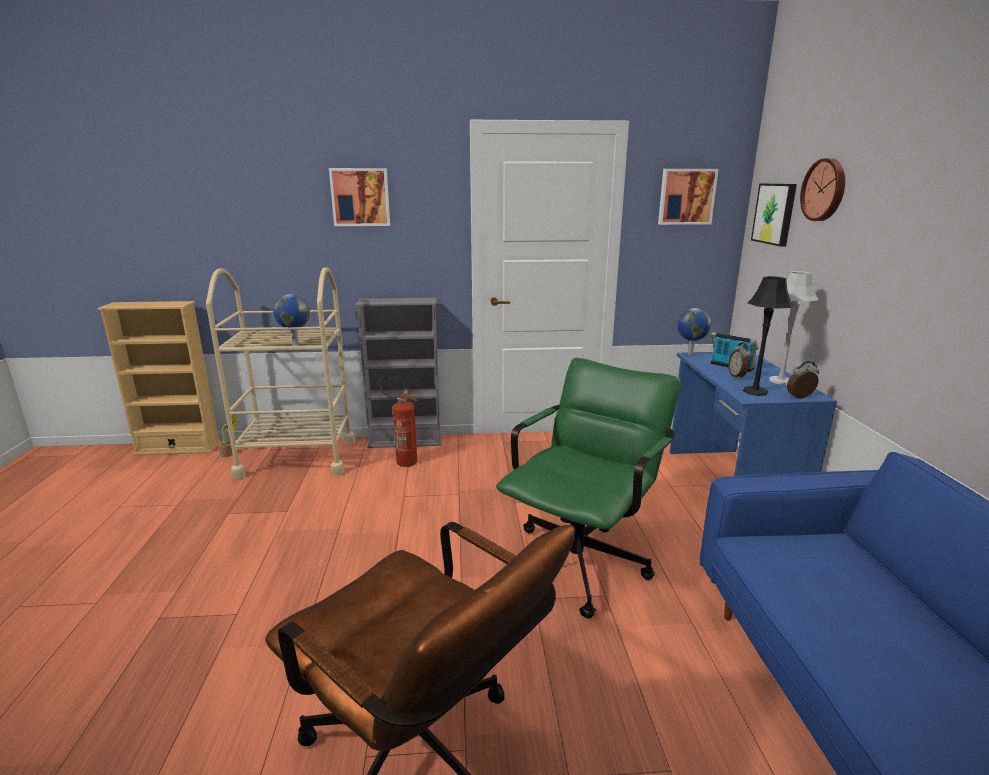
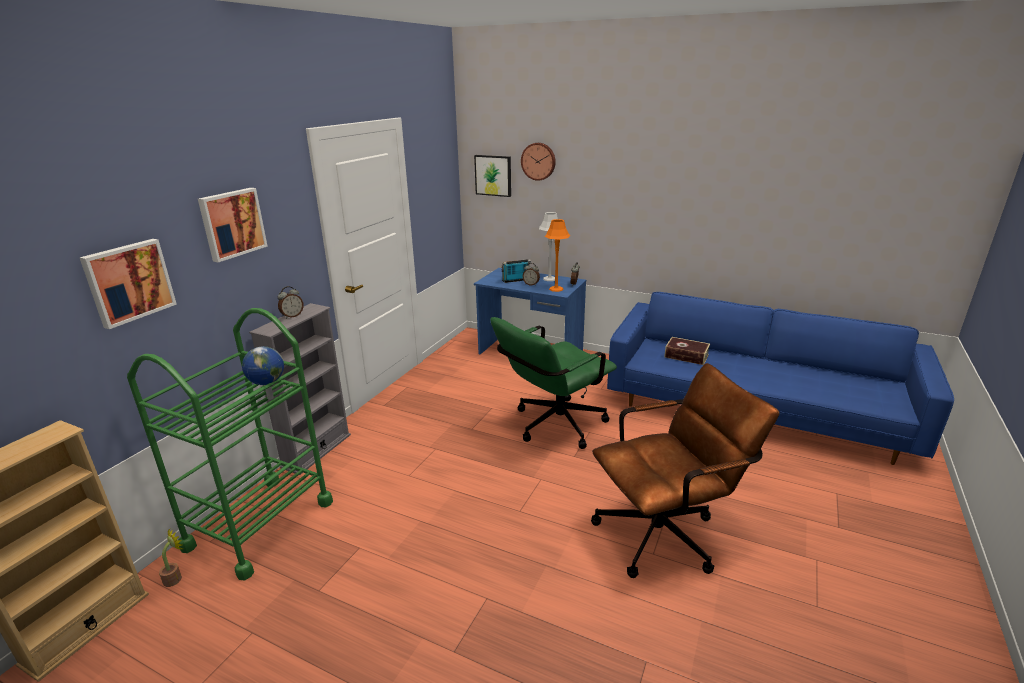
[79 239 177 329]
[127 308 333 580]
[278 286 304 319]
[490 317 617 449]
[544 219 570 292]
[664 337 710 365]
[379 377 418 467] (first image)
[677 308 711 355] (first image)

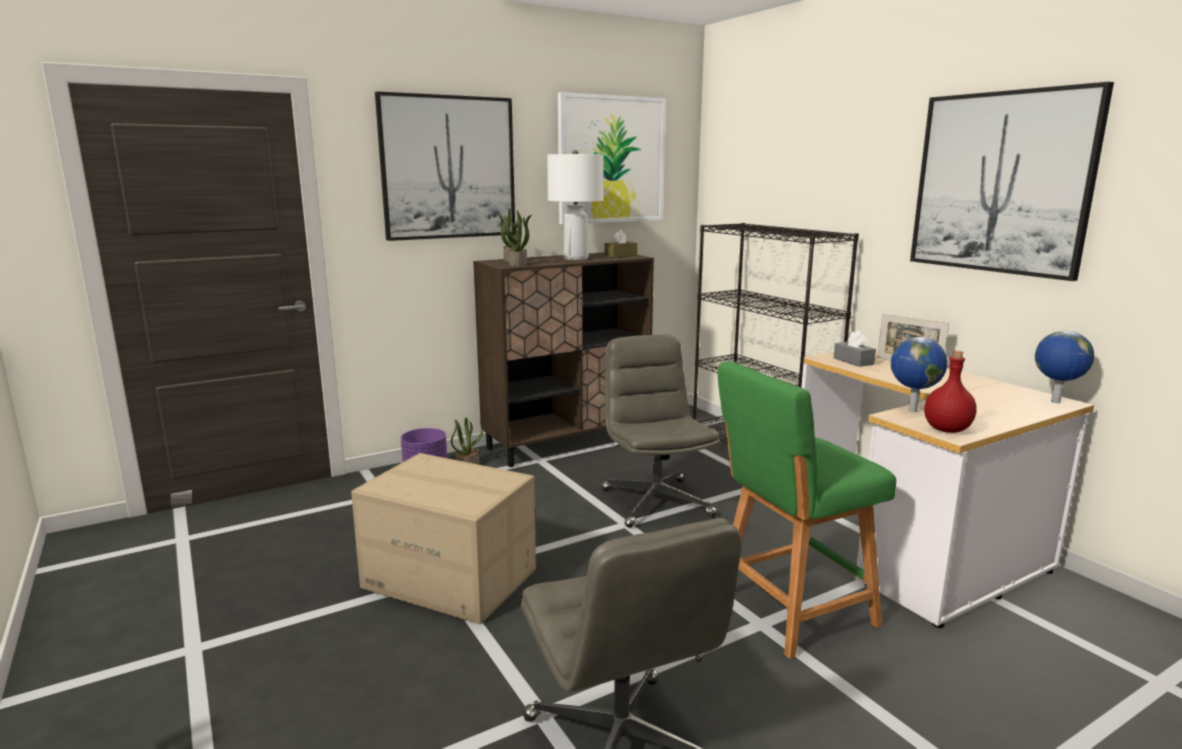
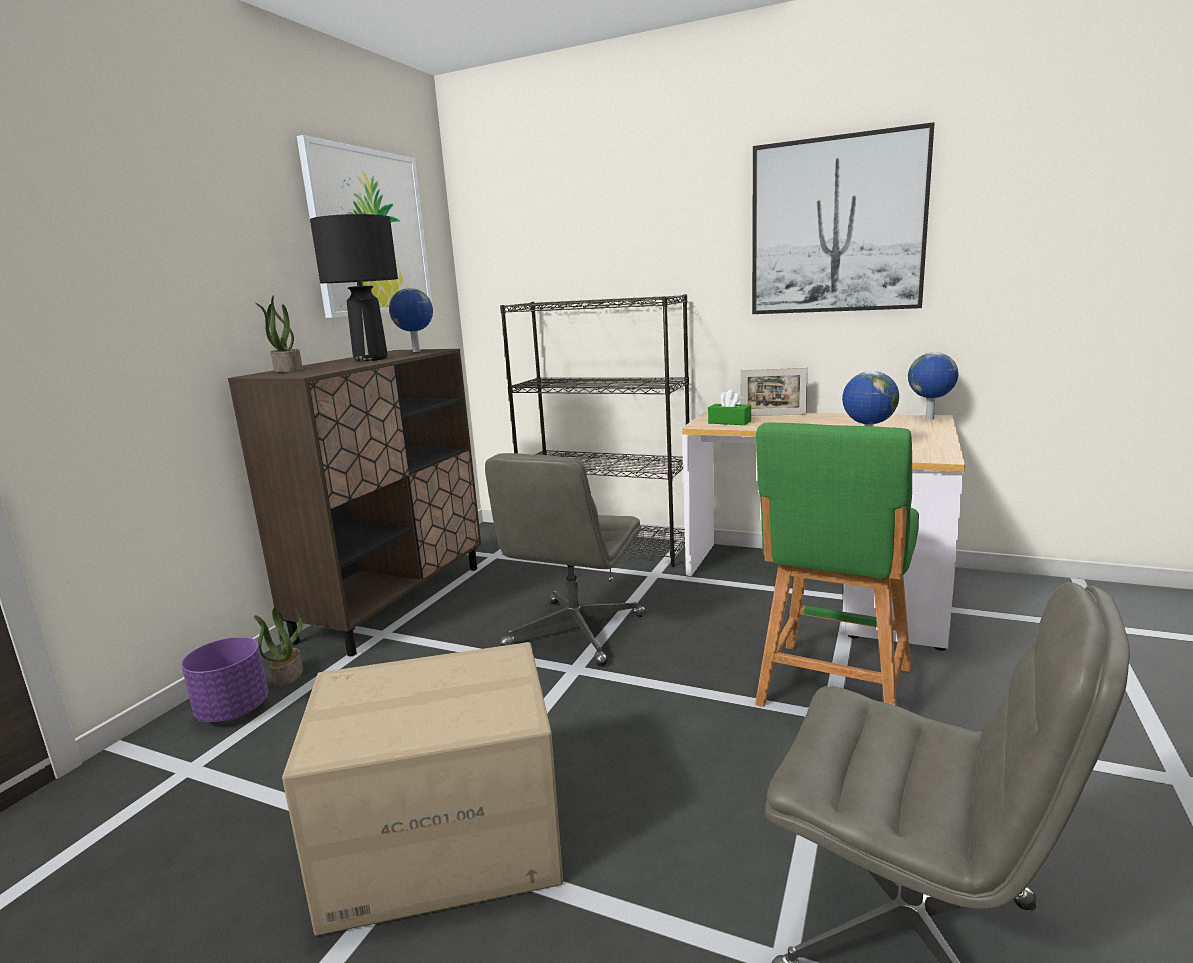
[310 212 398 361]
[389 288 433 352]
[485 453 646 666]
[708 390 751 425]
[375 91 515 241] (first image)
[504 210 532 267] (first image)
[924 350 977 433] (first image)

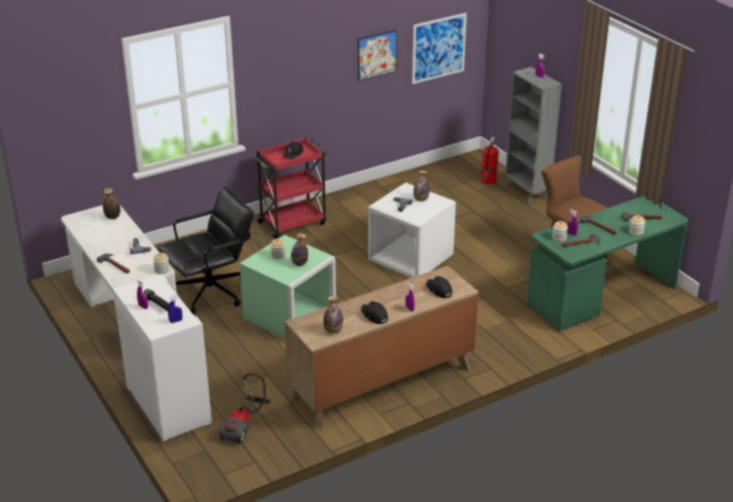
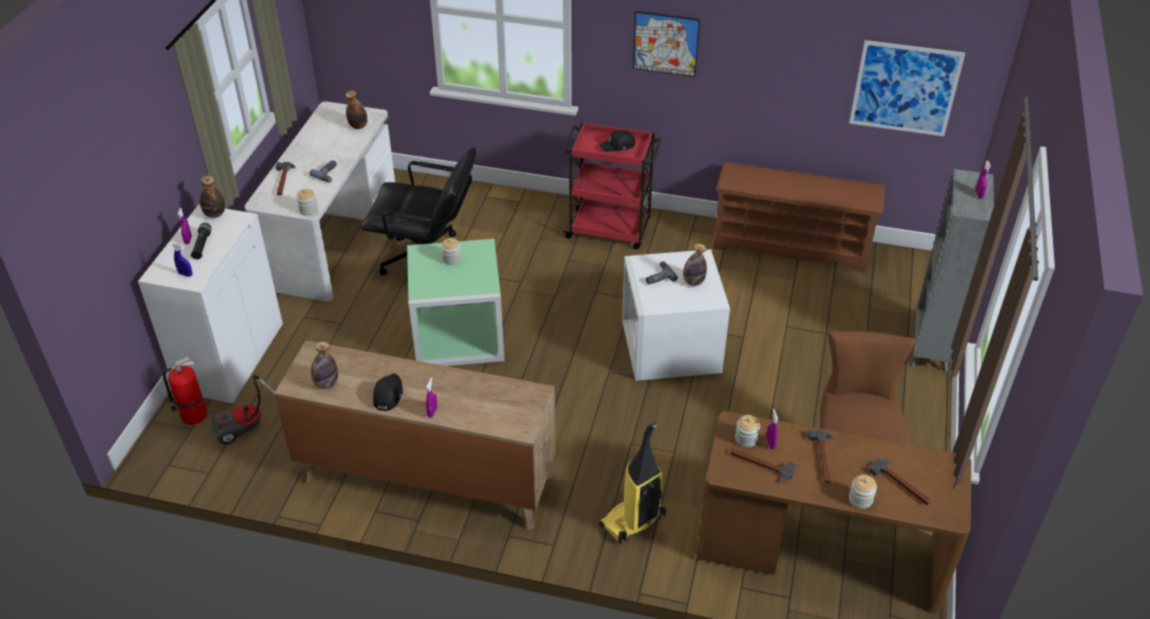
[163 357 207 425]
[200 176 225 218]
[599 421 666 545]
[633 11 700 77]
[696 411 971 613]
[713 162 885 273]
[426 276 452 298] (first image)

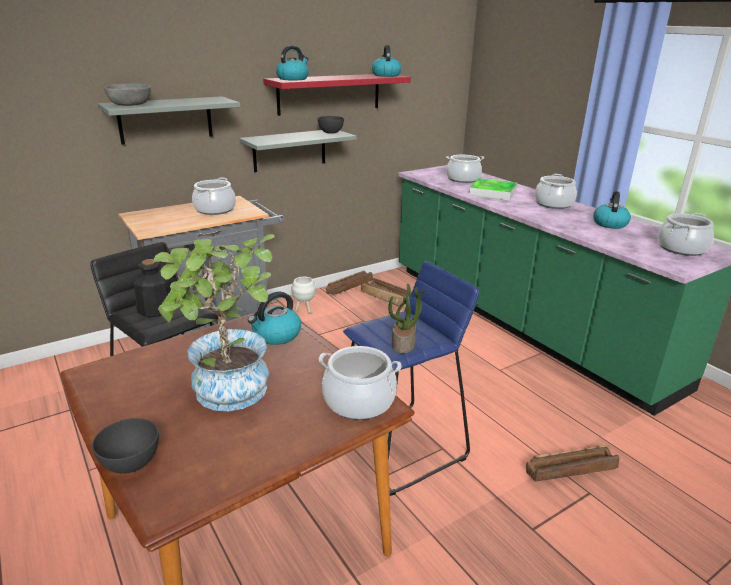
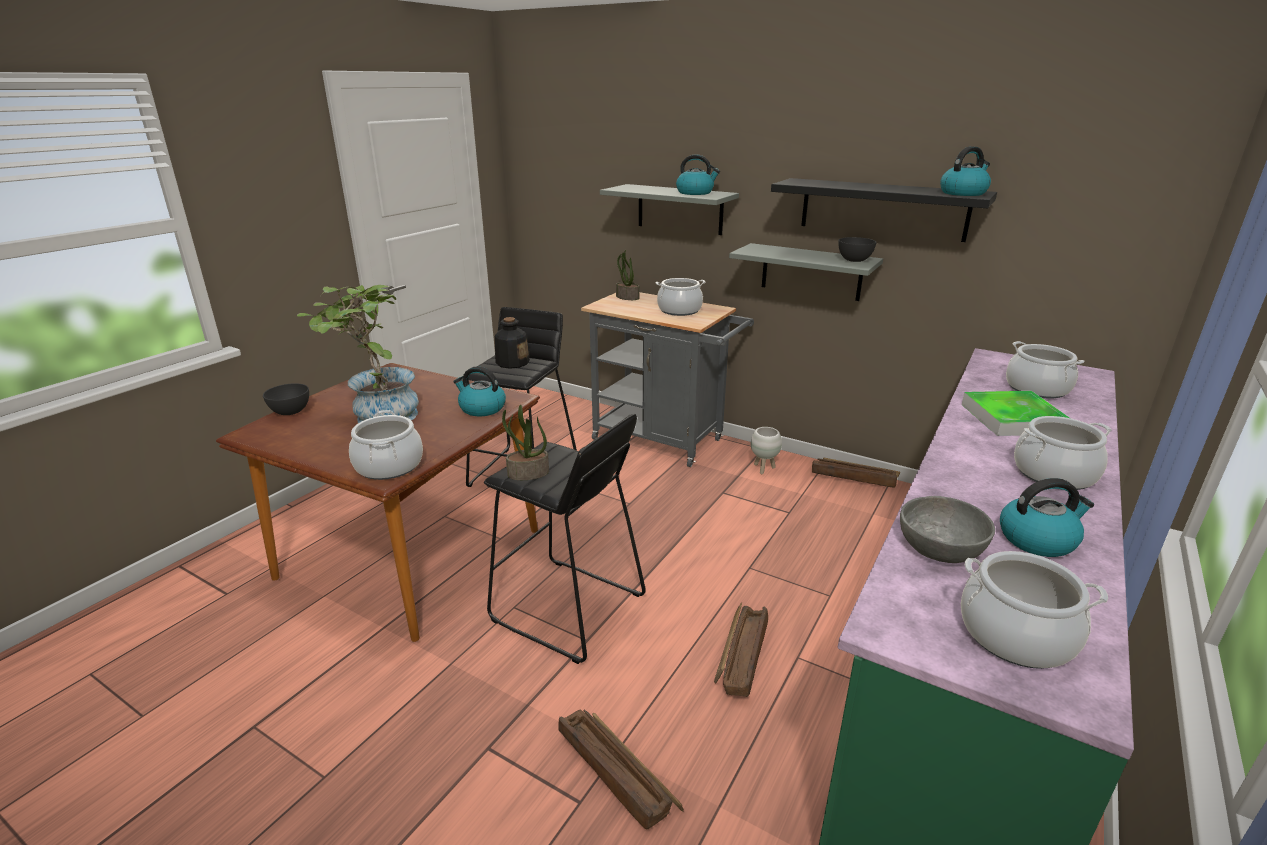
[484 414 646 664]
[616 249 639 300]
[676 154 720 195]
[714 602 768 697]
[771 178 997 242]
[900 496 995 563]

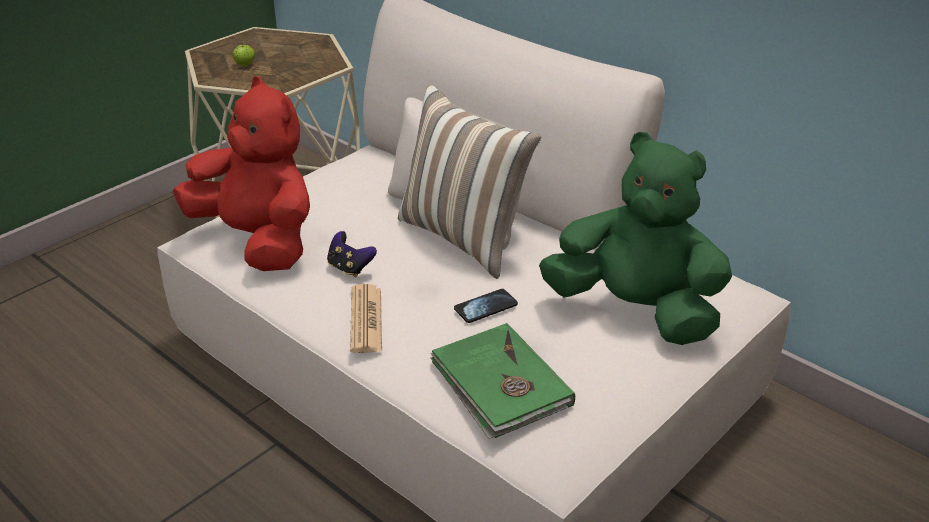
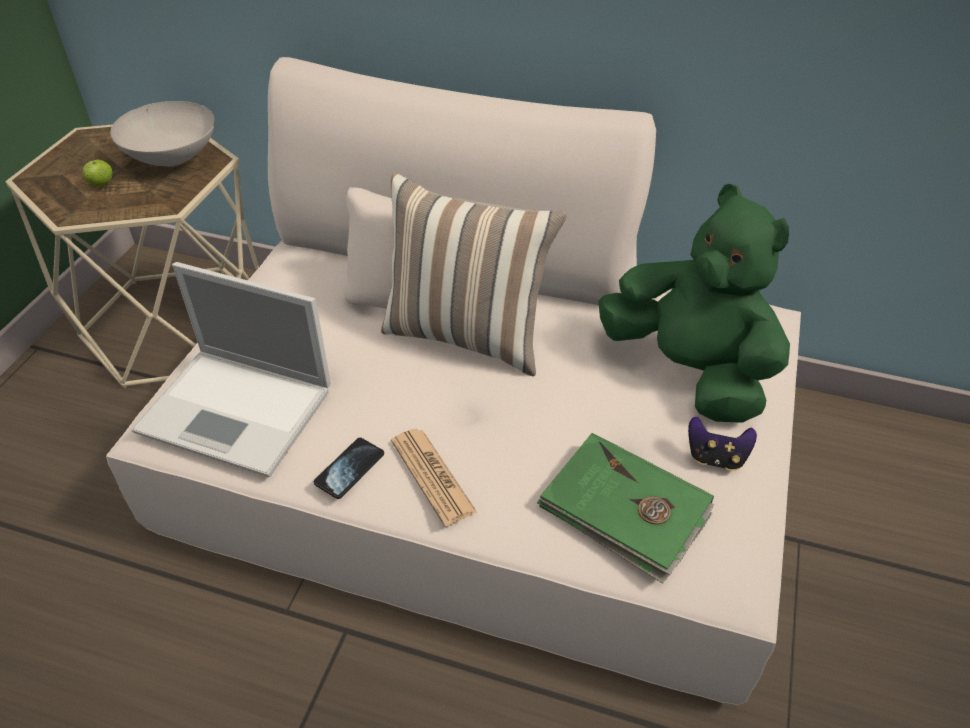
[110 101 215 167]
[131 262 331 477]
[314 438 384 499]
[598 184 790 423]
[688 417 757 471]

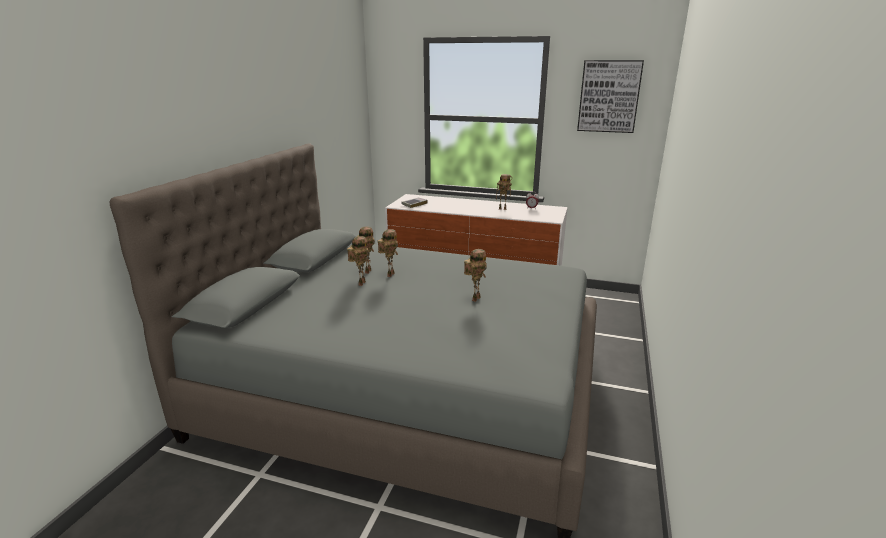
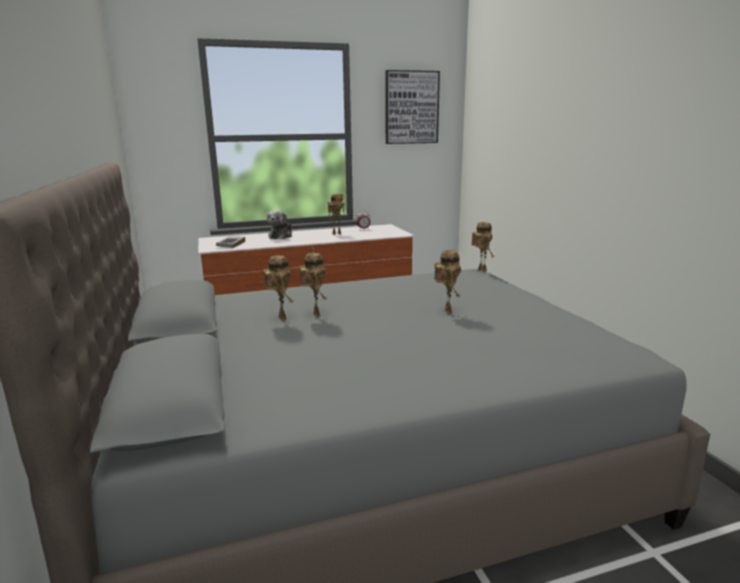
[267 210 292 239]
[471 222 494 272]

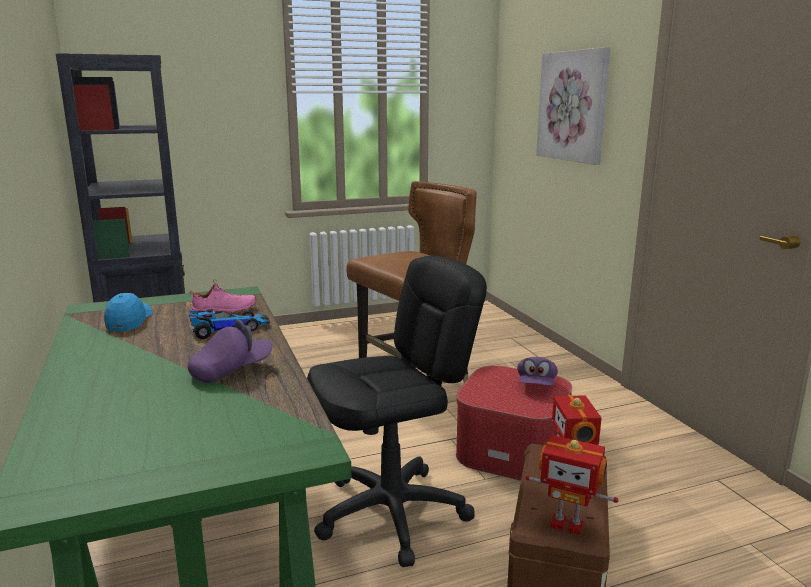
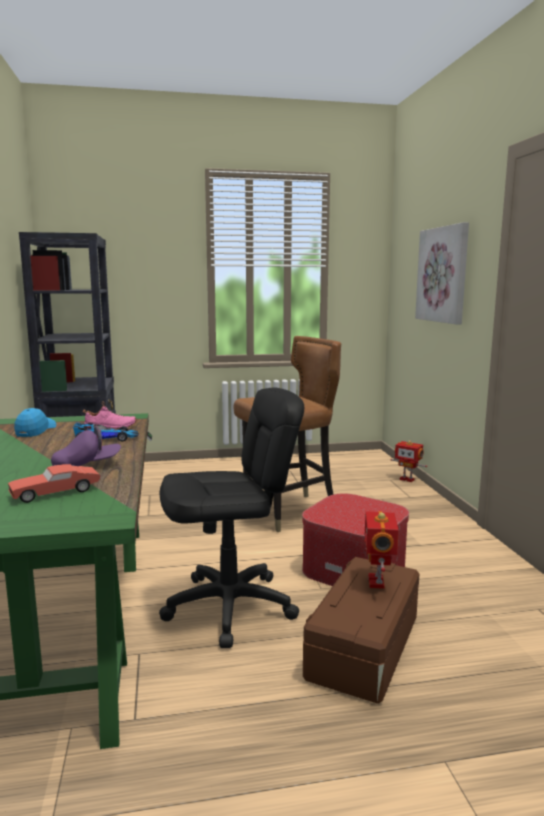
[8 464 101 503]
[390 440 427 482]
[517 357 558 386] (first image)

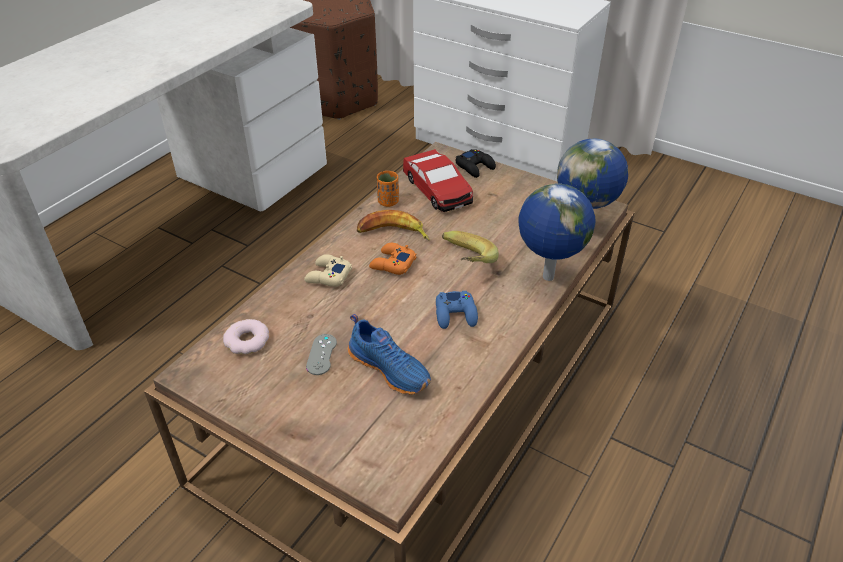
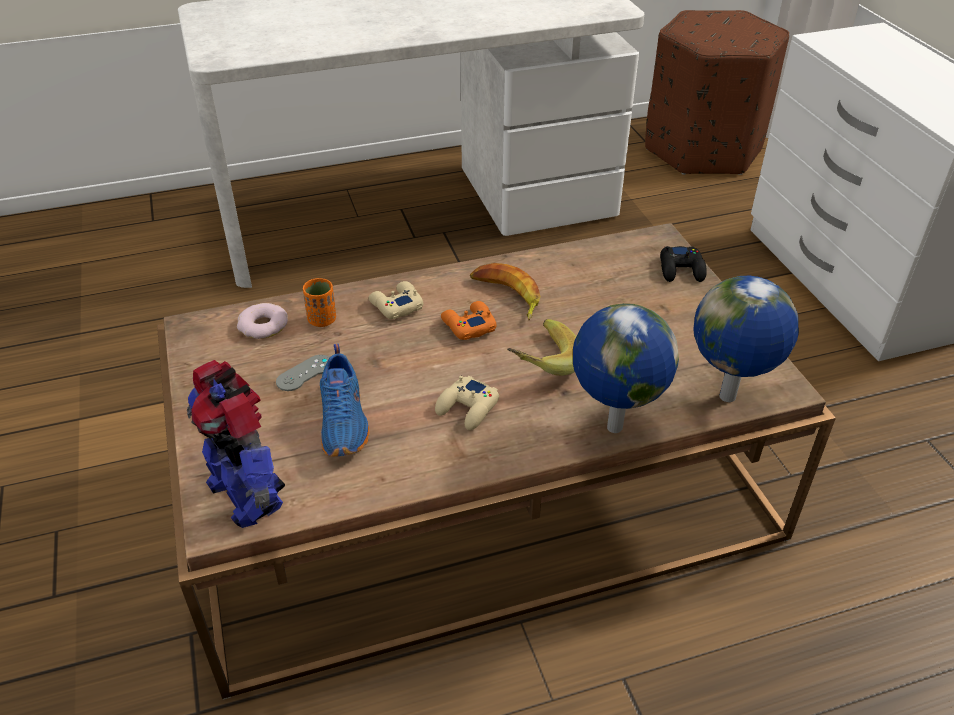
[187 360 285 528]
[302 278 336 327]
[435 376 499 430]
[403 149 473 212] (first image)

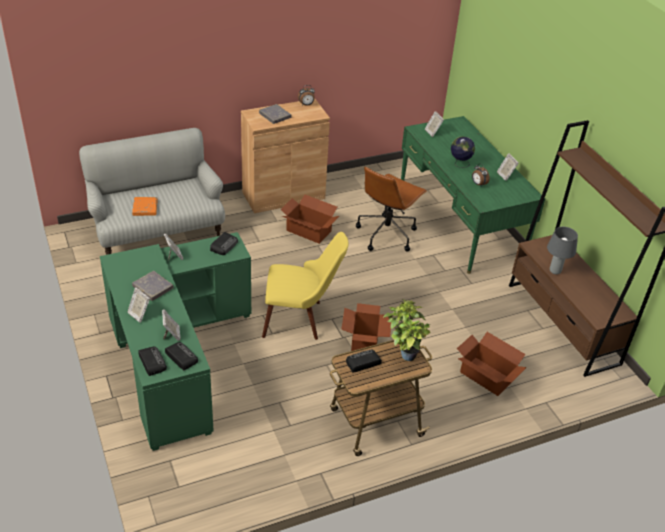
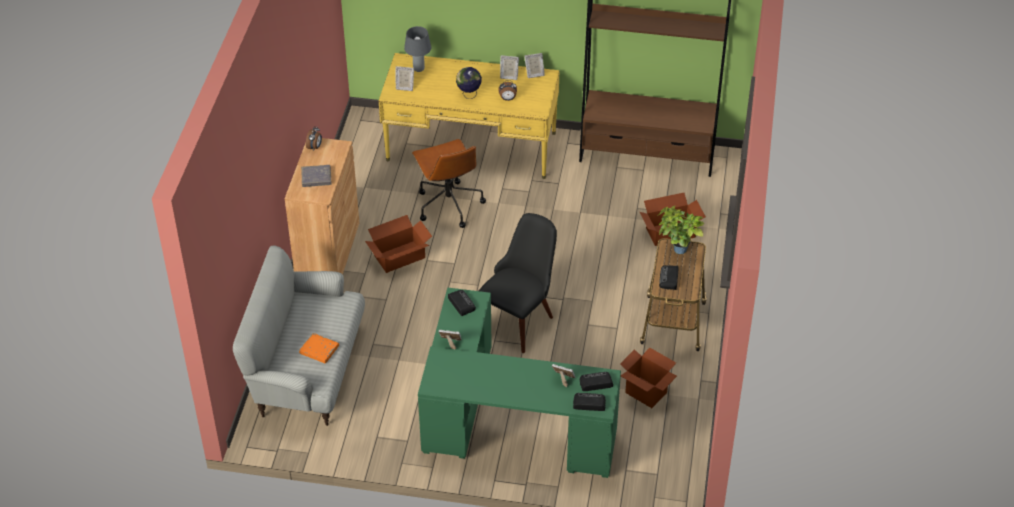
[378 53 559 179]
[404 26 431 72]
[479 213 557 353]
[524 53 545 78]
[620 347 677 408]
[132 271 174 301] (first image)

